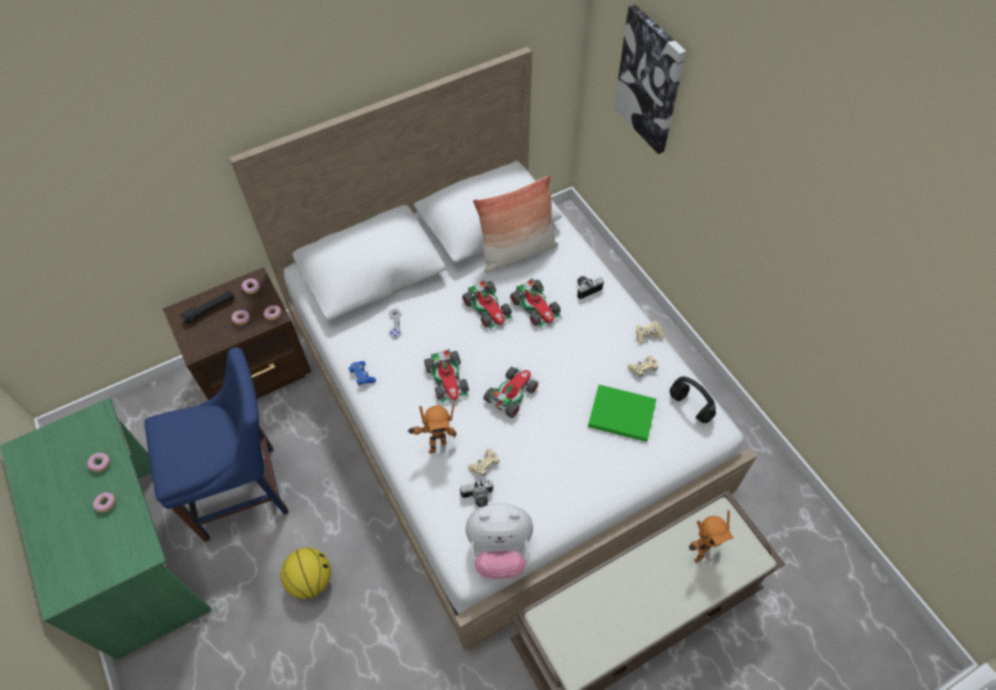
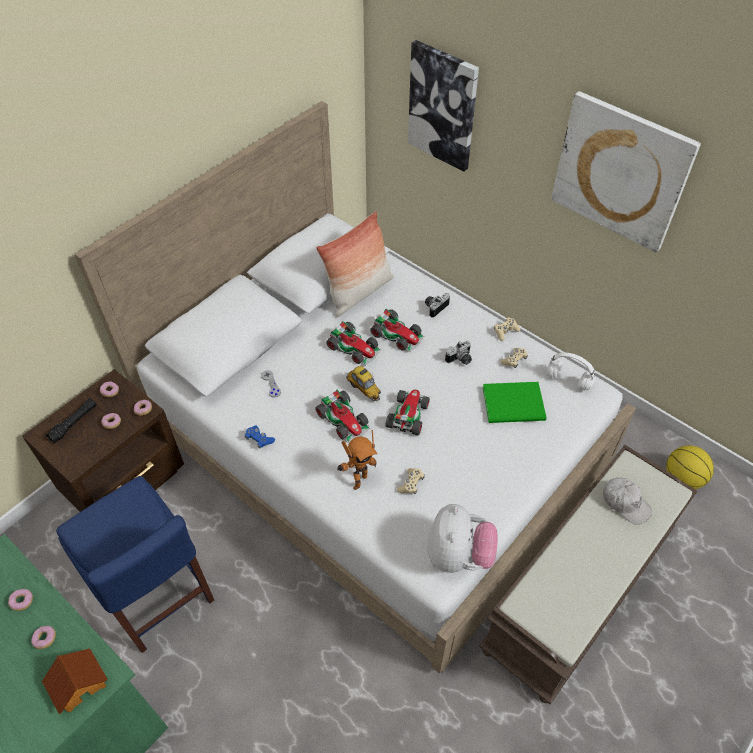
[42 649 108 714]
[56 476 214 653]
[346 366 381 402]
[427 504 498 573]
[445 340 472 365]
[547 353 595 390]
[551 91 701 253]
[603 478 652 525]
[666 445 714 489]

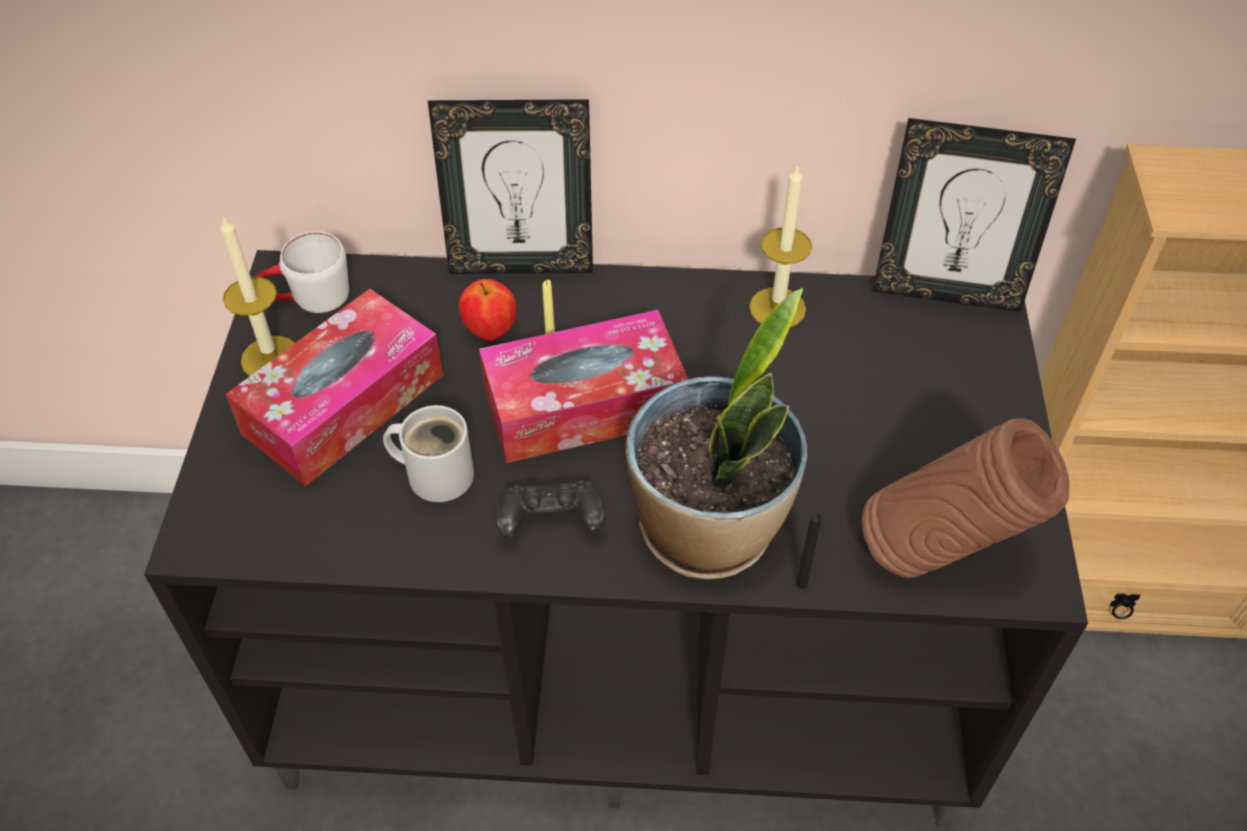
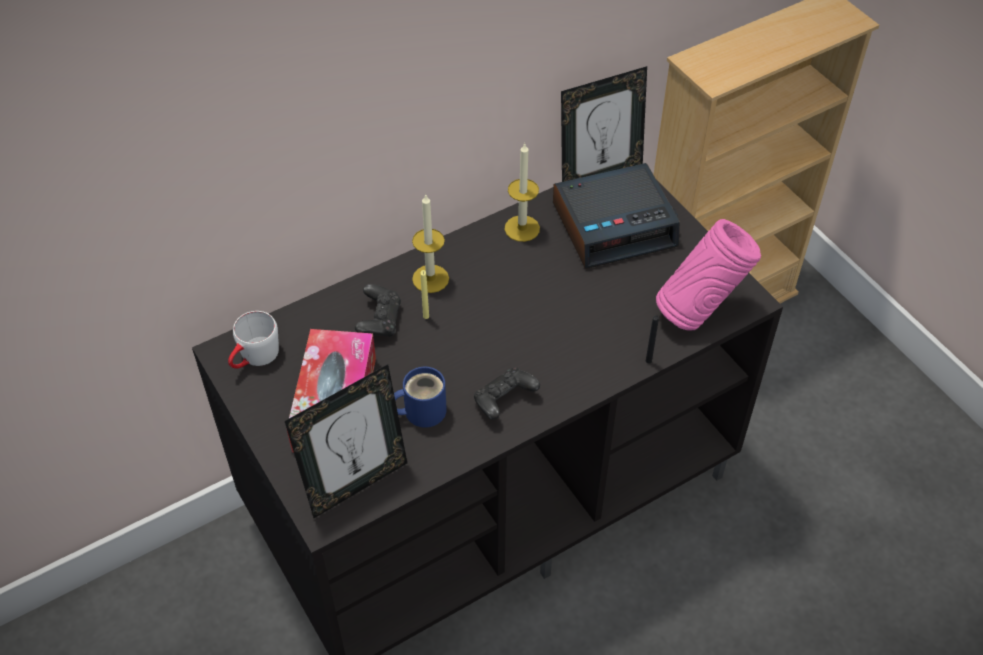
[285 364 407 518]
[355 284 401 337]
[394 367 447 428]
[412 193 449 293]
[553 163 680 269]
[656 219 761 330]
[479 310 688 463] (first image)
[626 288 807 580] (first image)

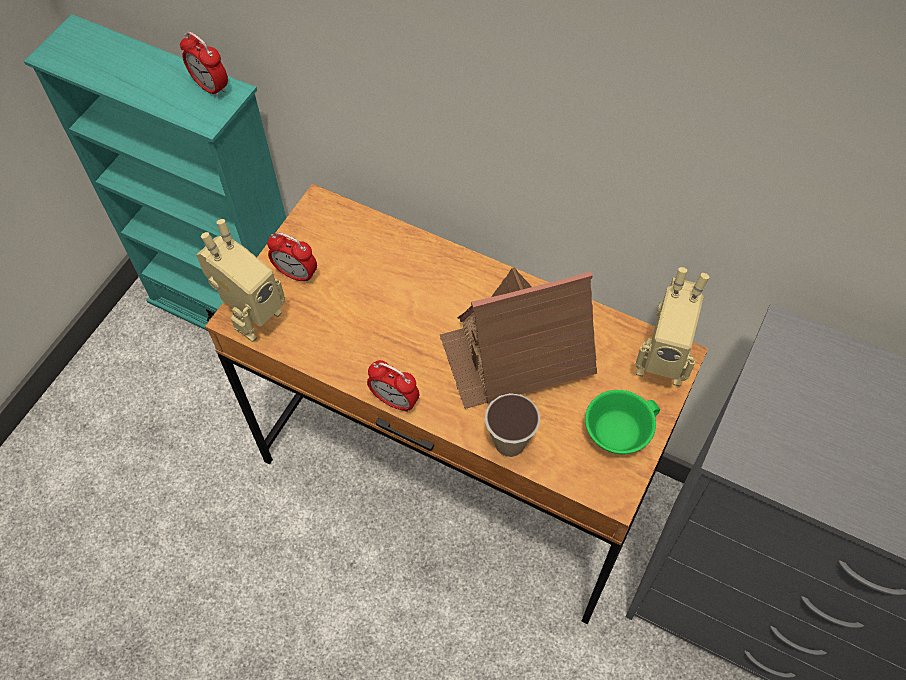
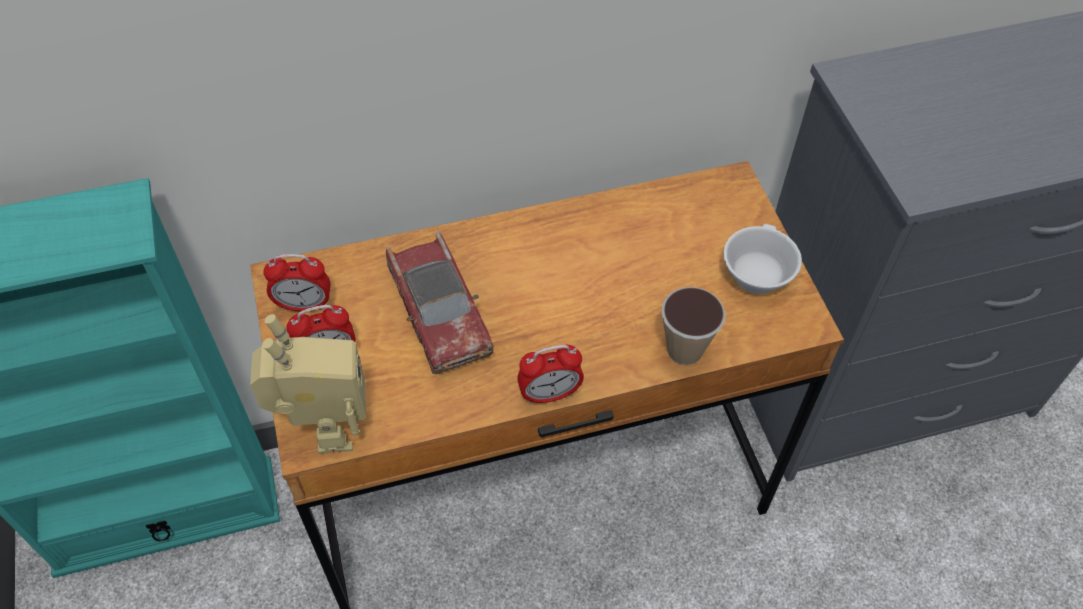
[263 254 330 312]
[386 231 494 374]
[723 224 802 294]
[440 267 597 409] (first image)
[636 267 709 386] (first image)

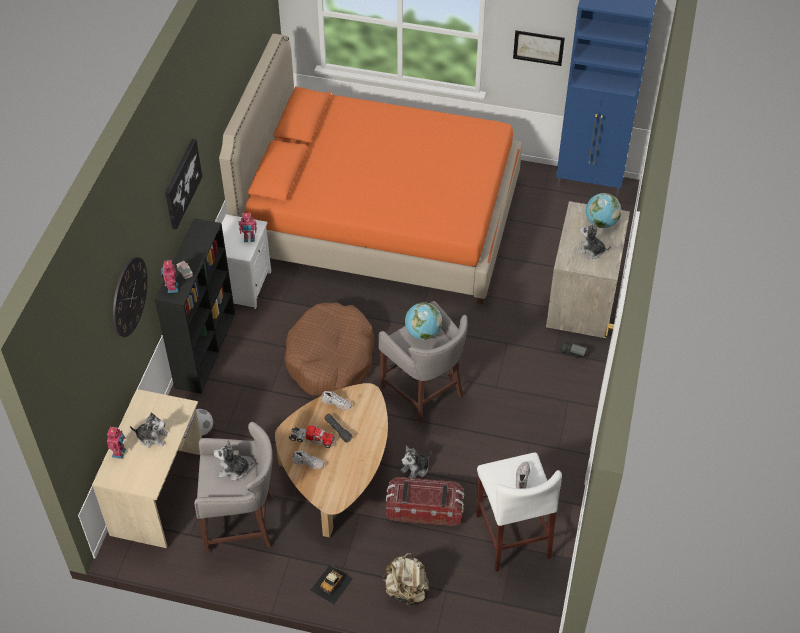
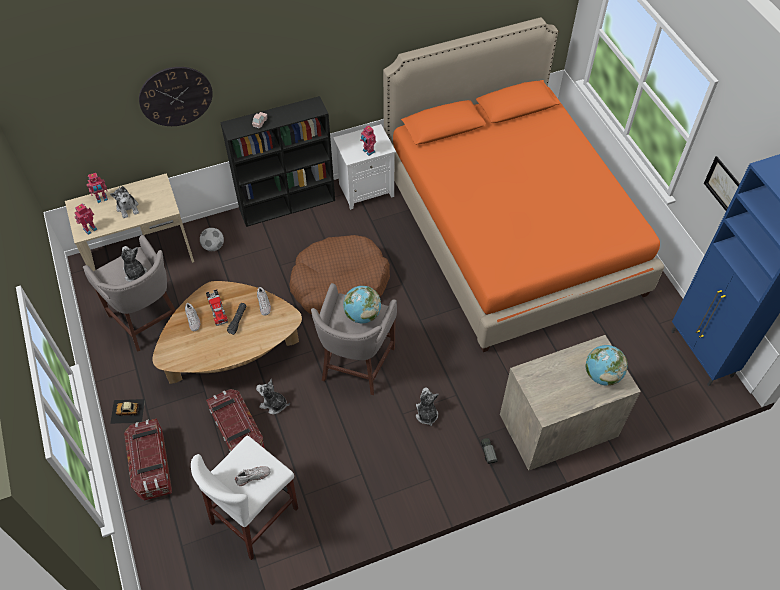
[74 204 97 235]
[124 418 172 501]
[416 388 439 426]
[165 139 202 230] (first image)

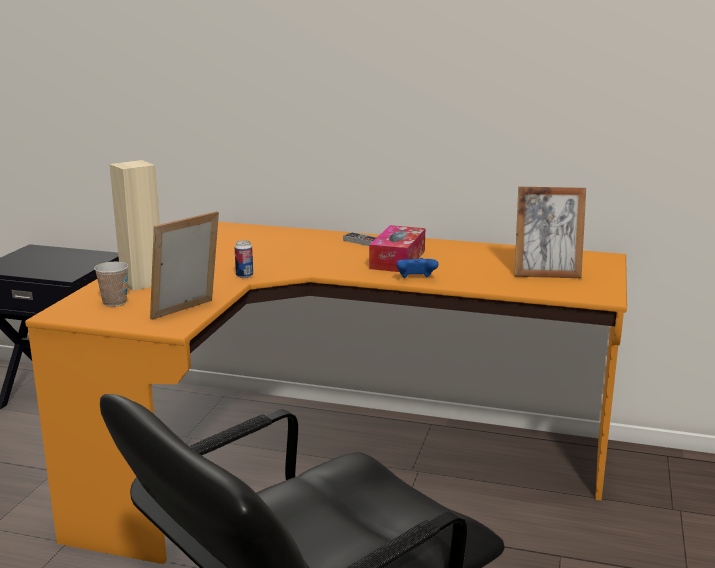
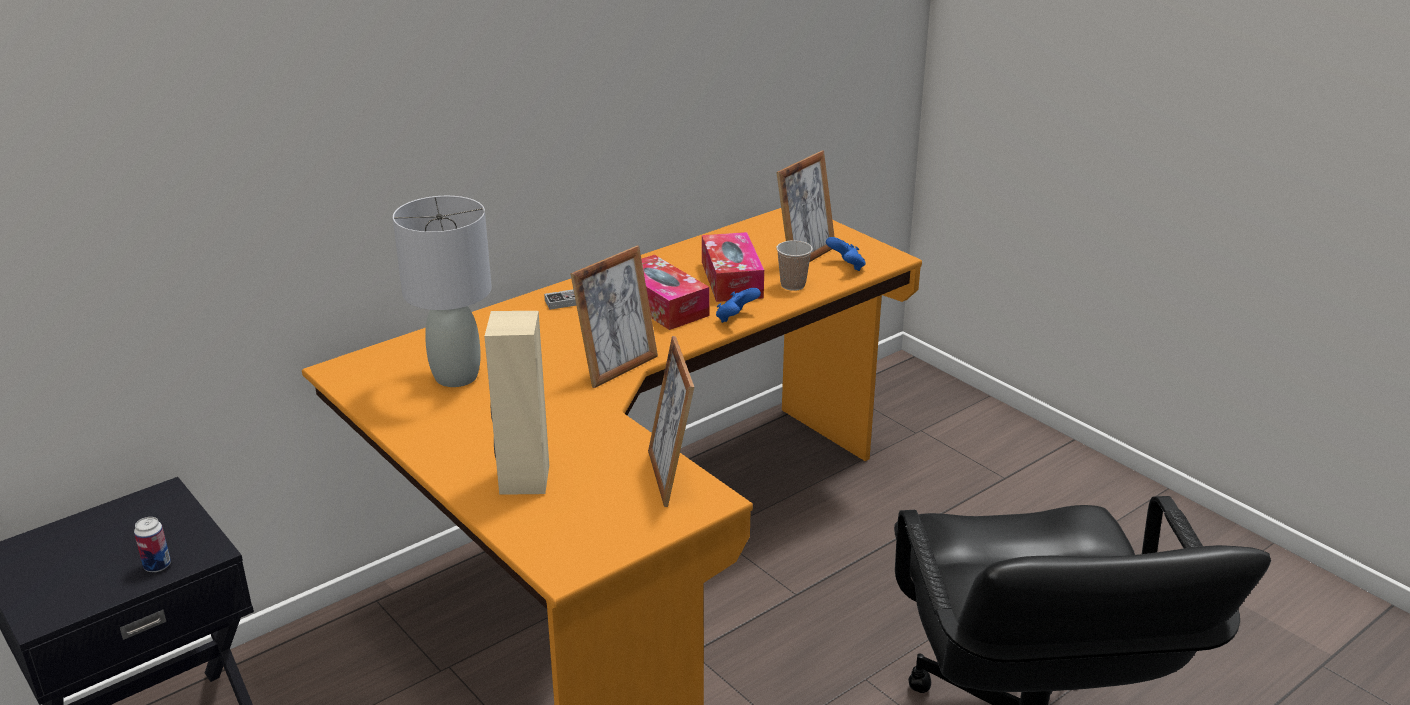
[134 517 171 572]
[393 196 492 387]
[570 246 658 388]
[702 232 764 302]
[776 240 813 291]
[826 237 866 271]

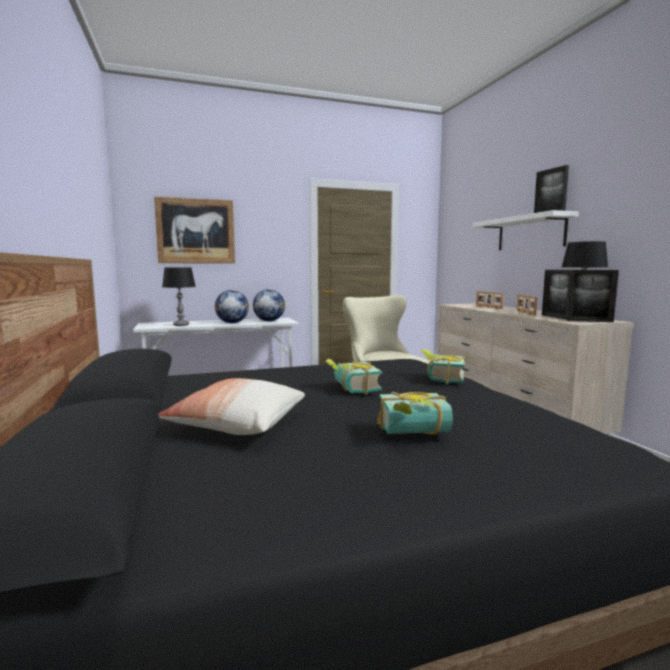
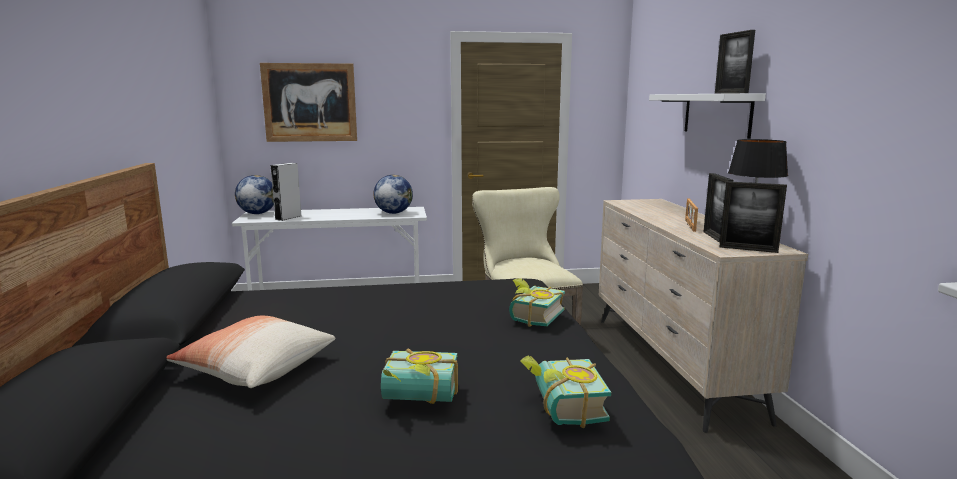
[235 175 274 214]
[271 163 301 221]
[520 355 611 428]
[476 291 504 309] (first image)

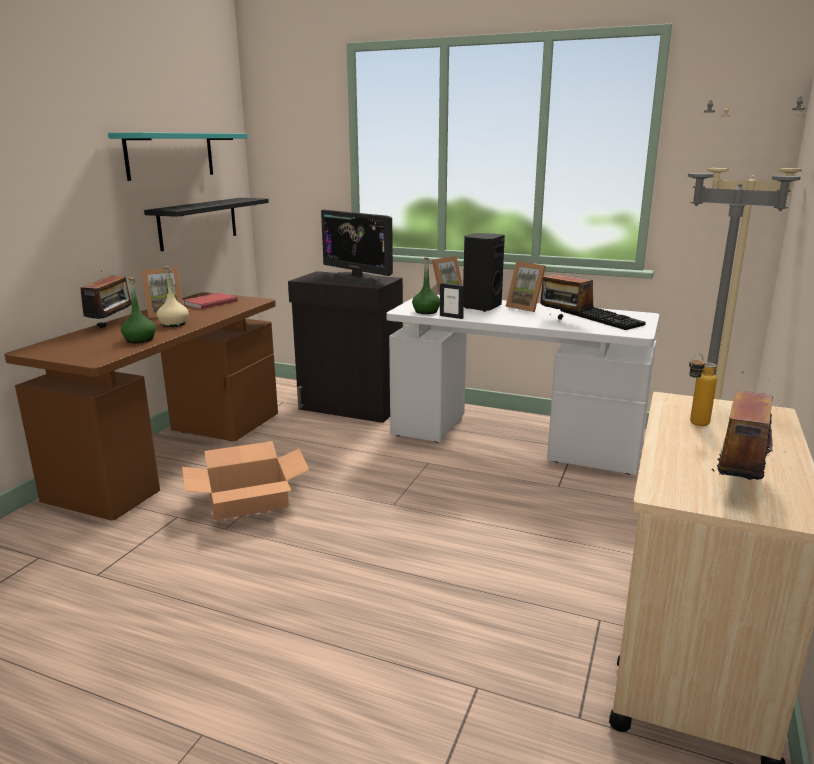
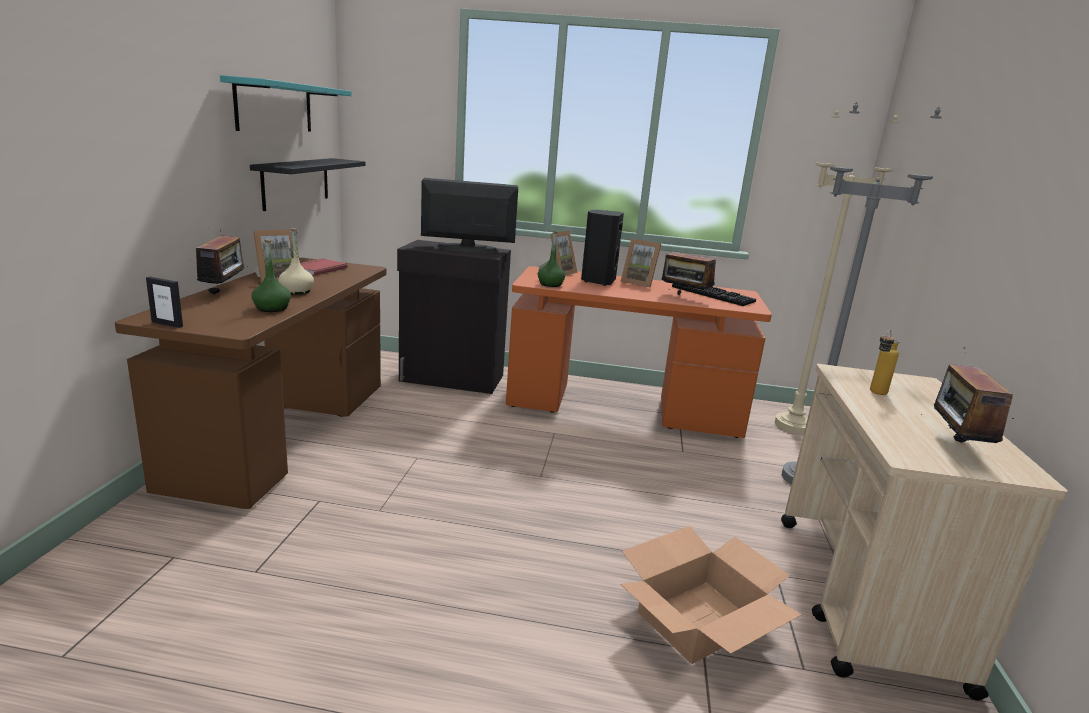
[146 277 183 328]
[421 178 518 253]
[506 266 772 438]
[621 526 802 664]

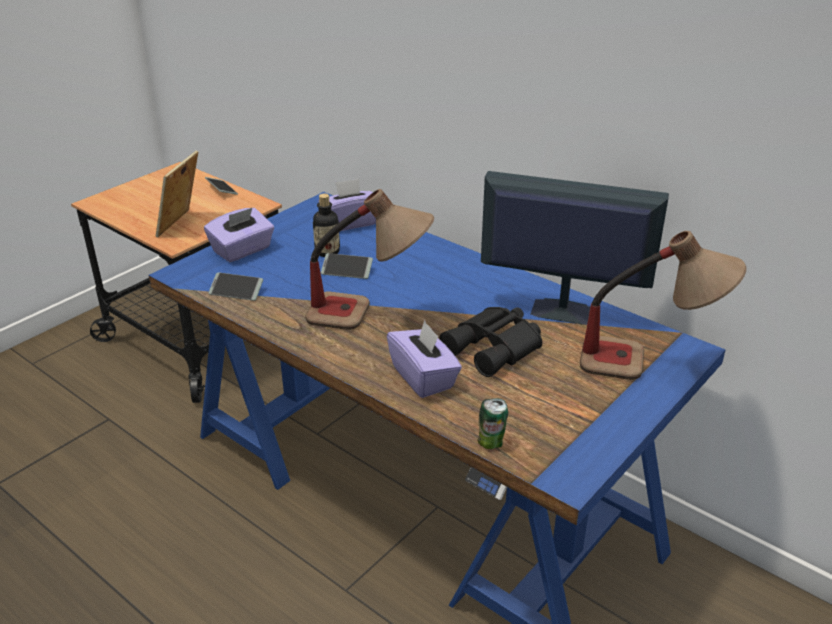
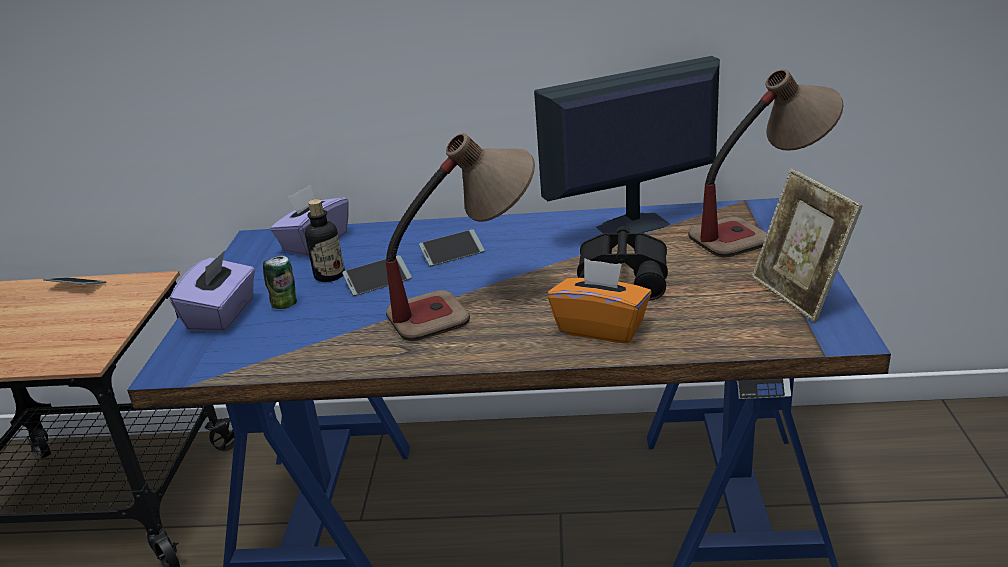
[263 255 297 309]
[419 230 485 266]
[547 258 652 344]
[752 168 862 322]

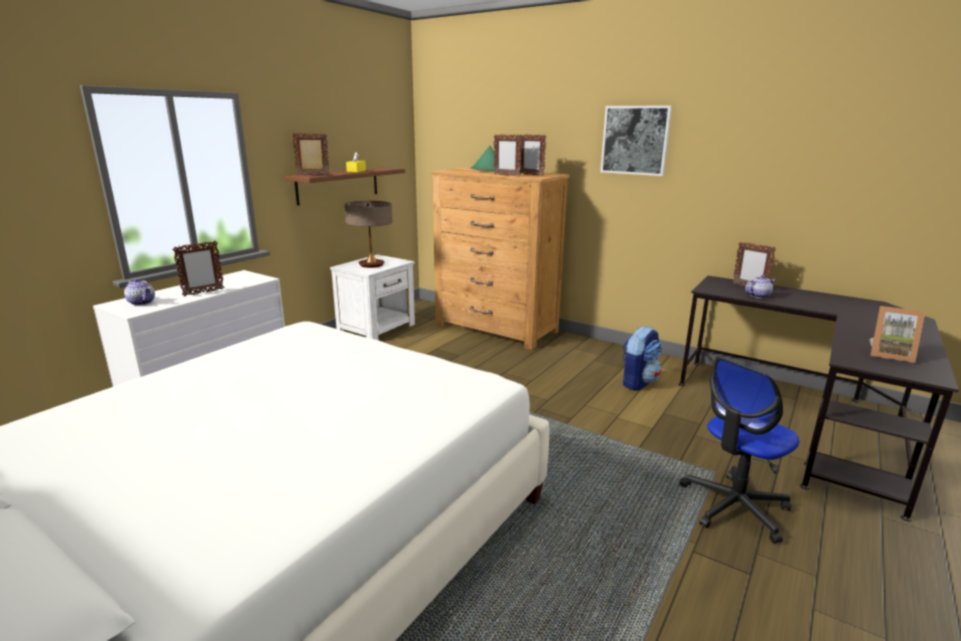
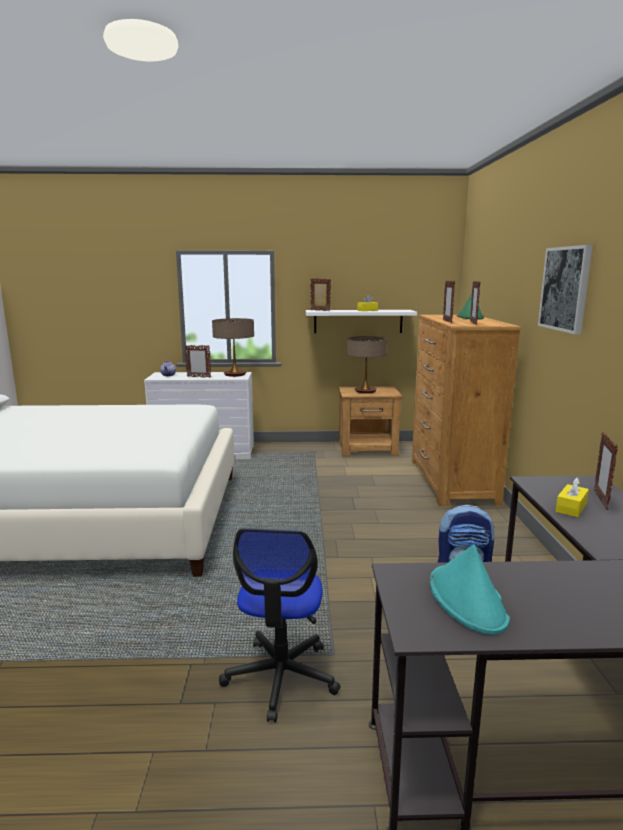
[212 318 254 377]
[219 528 341 722]
[306 310 417 333]
[338 386 403 456]
[430 544 510 635]
[556 477 589 517]

